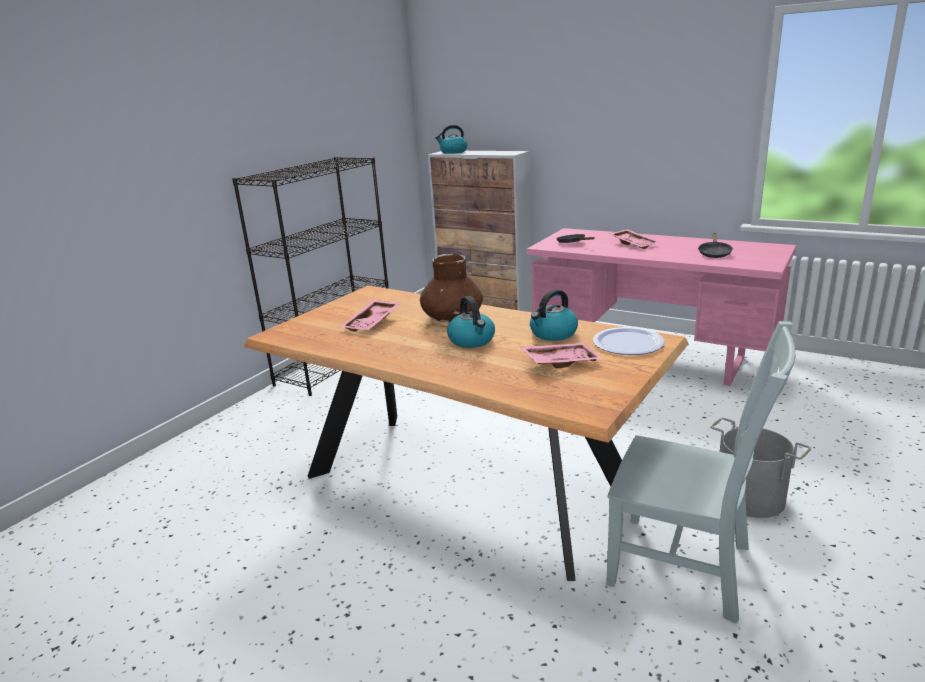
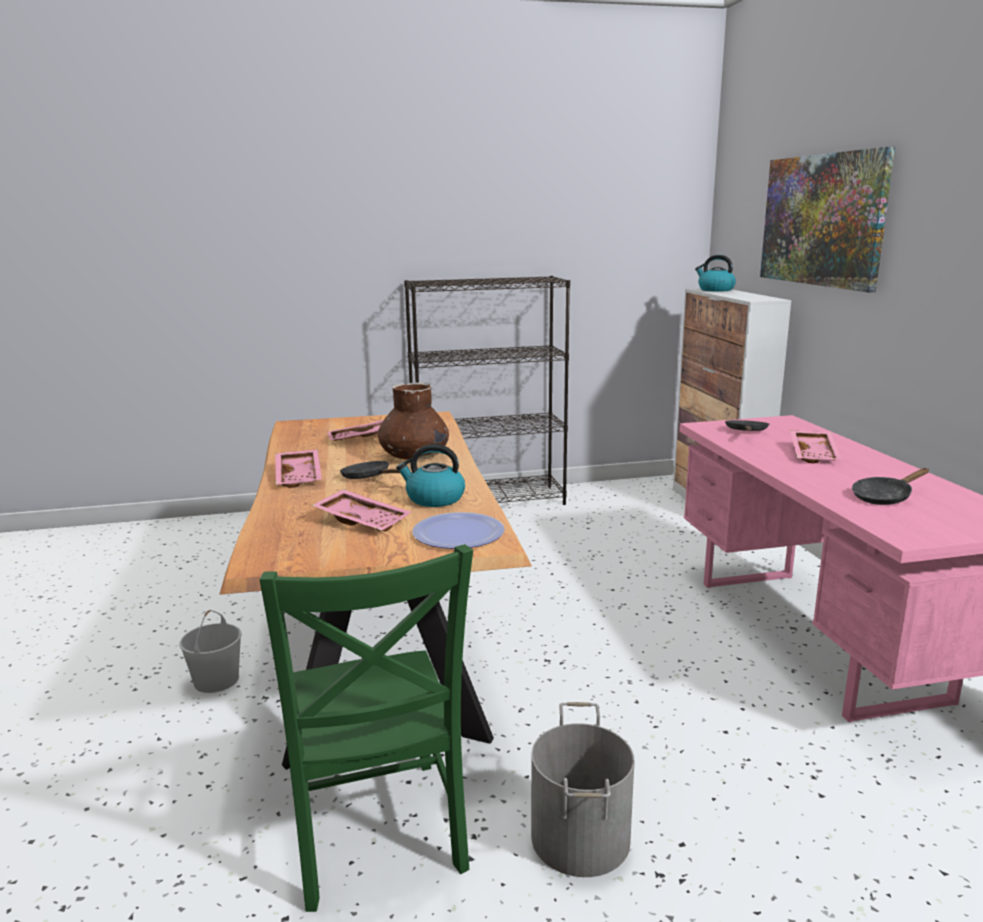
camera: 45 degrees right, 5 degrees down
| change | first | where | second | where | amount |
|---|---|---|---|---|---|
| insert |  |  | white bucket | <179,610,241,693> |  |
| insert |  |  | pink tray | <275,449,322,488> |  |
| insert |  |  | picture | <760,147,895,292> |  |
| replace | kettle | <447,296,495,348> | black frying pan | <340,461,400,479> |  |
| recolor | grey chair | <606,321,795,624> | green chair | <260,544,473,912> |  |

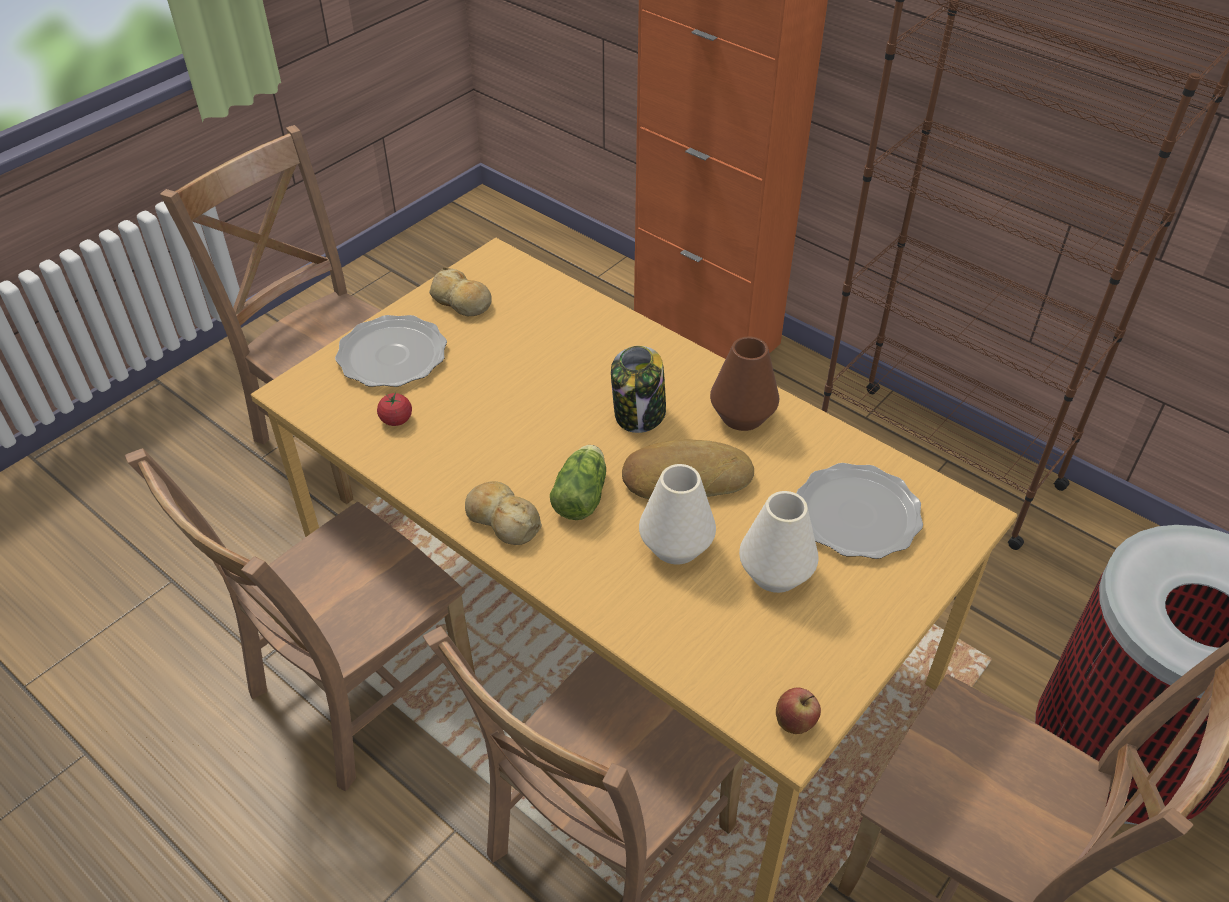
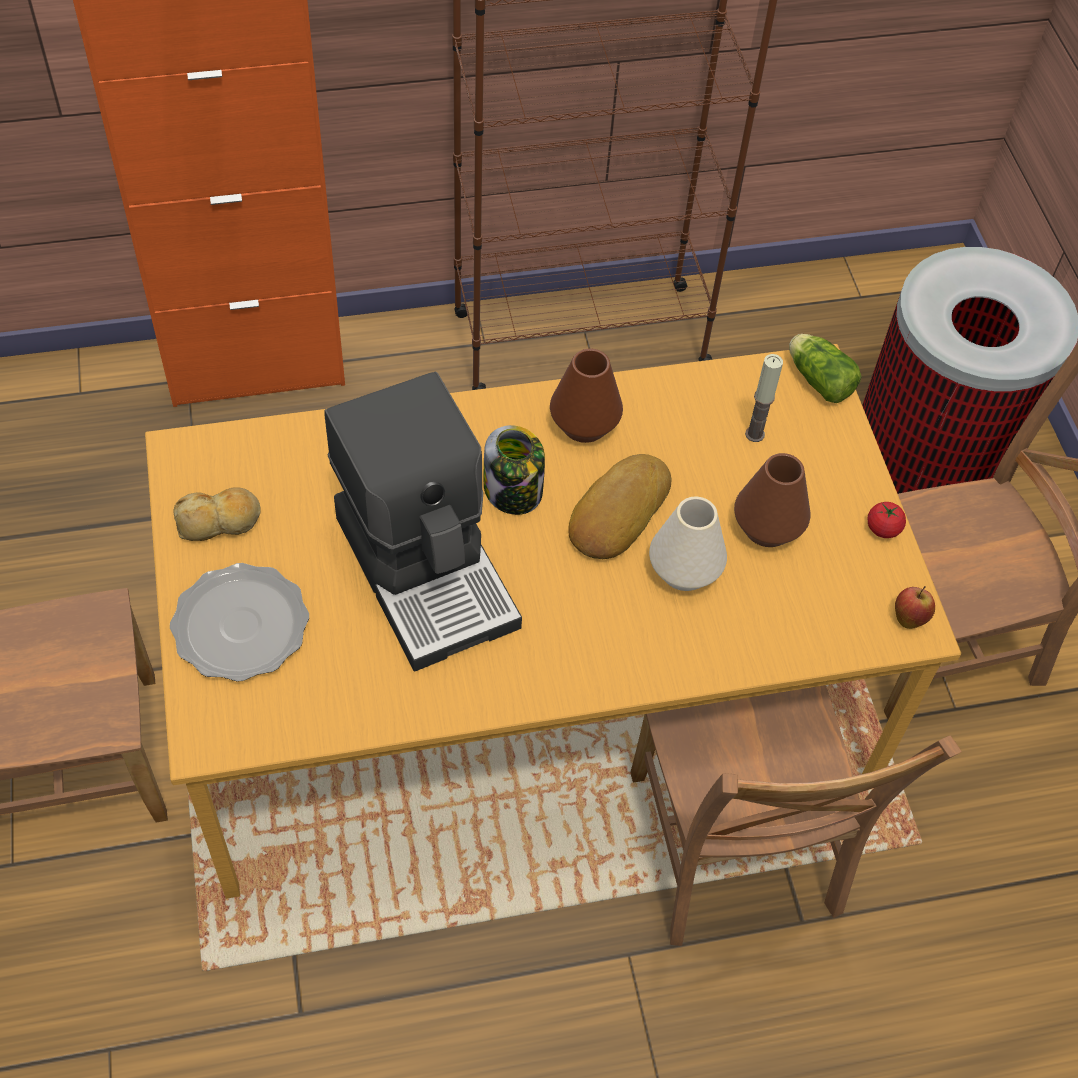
camera: 55 degrees left, 10 degrees up
| change | first | where | second | where | amount |
|---|---|---|---|---|---|
| delete | brown chair | <125,448,475,791> |  |  |  |
| delete | bread | <465,481,542,545> |  |  |  |
| insert |  |  | coffee machine | <324,371,522,672> |  |
| move | tomato | <377,393,412,426> |  | <868,502,906,538> |  |
| move | lettuce | <550,445,606,520> |  | <789,334,862,403> |  |
| replace | plate | <796,463,923,559> | candle | <745,354,783,442> |  |
| recolor | white vase | <739,491,819,593> | brown vase | <734,453,811,547> |  |

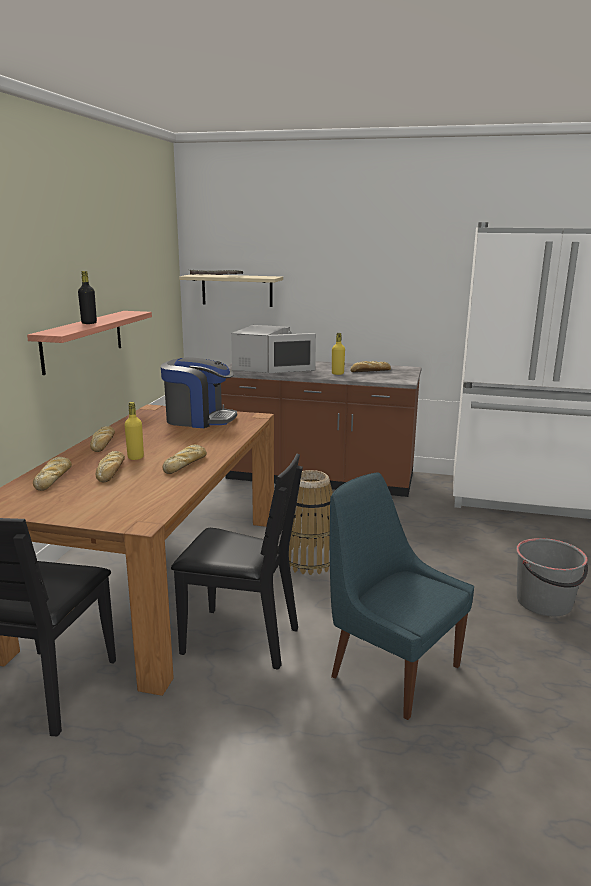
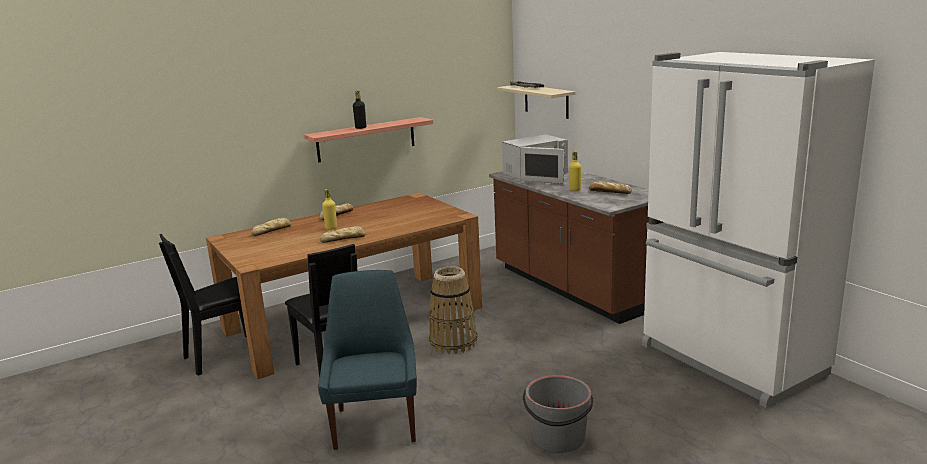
camera: 45 degrees right, 0 degrees up
| change | first | where | second | where | amount |
|---|---|---|---|---|---|
| delete | bread | <96,451,125,482> |  |  |  |
| delete | coffee machine | <161,357,237,428> |  |  |  |

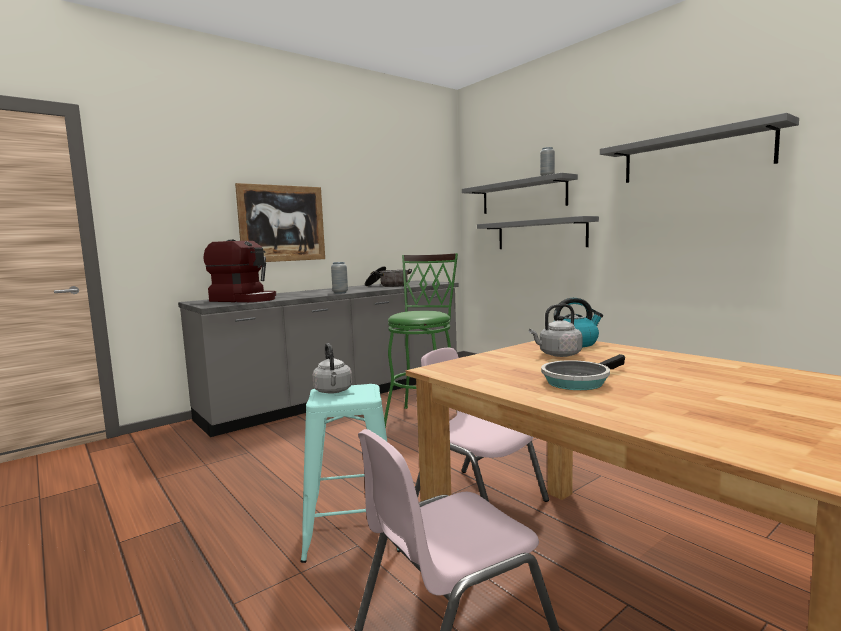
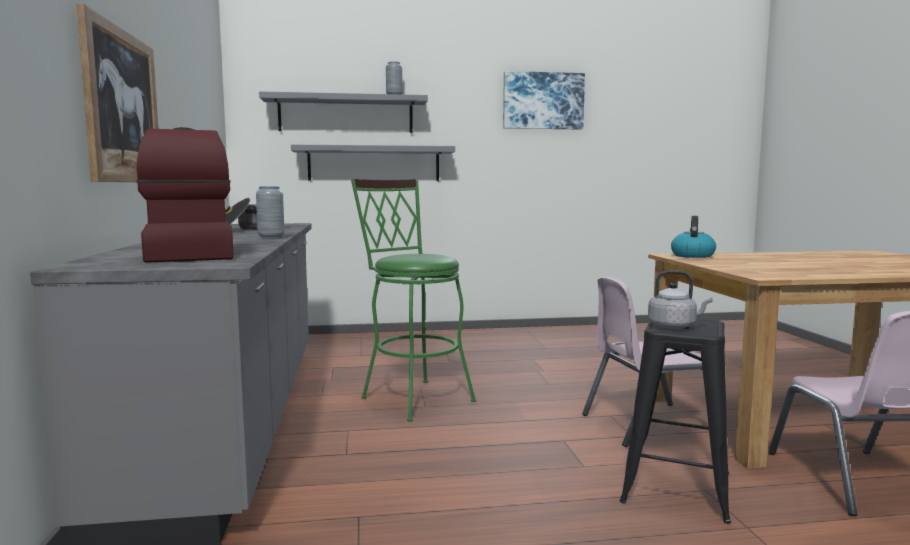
camera: 60 degrees left, 0 degrees up
| change | first | where | second | where | amount |
|---|---|---|---|---|---|
| delete | grey kettle | <529,304,582,357> |  |  |  |
| delete | frying pan | <541,354,625,390> |  |  |  |
| replace | grey shelf | <600,113,799,183> | picture | <503,71,585,129> |  |
| recolor | turquoise stool | <301,384,401,563> | black stool | <620,319,731,524> |  |
| rotate | coffee machine | <204,240,276,302> |  | <136,127,234,263> | 75 degrees counterclockwise |

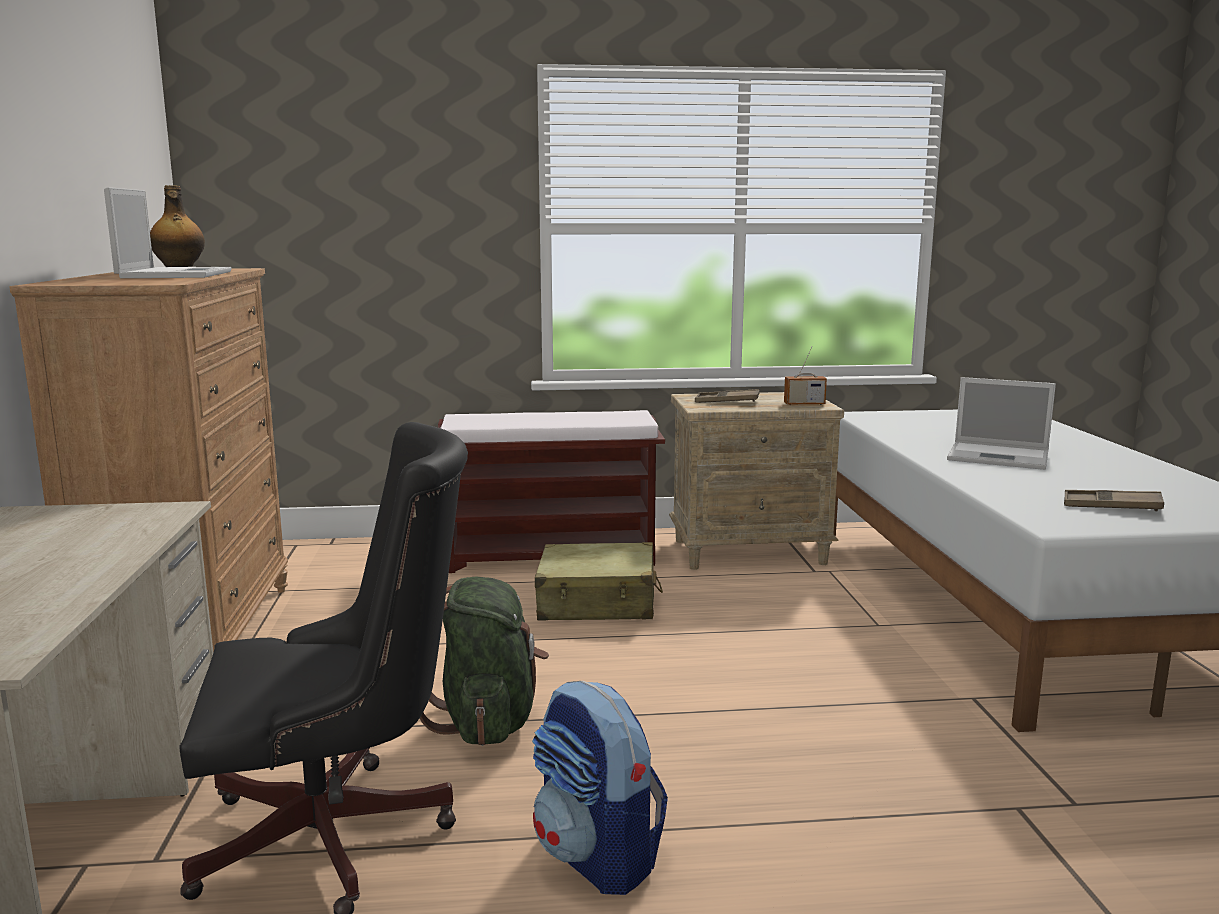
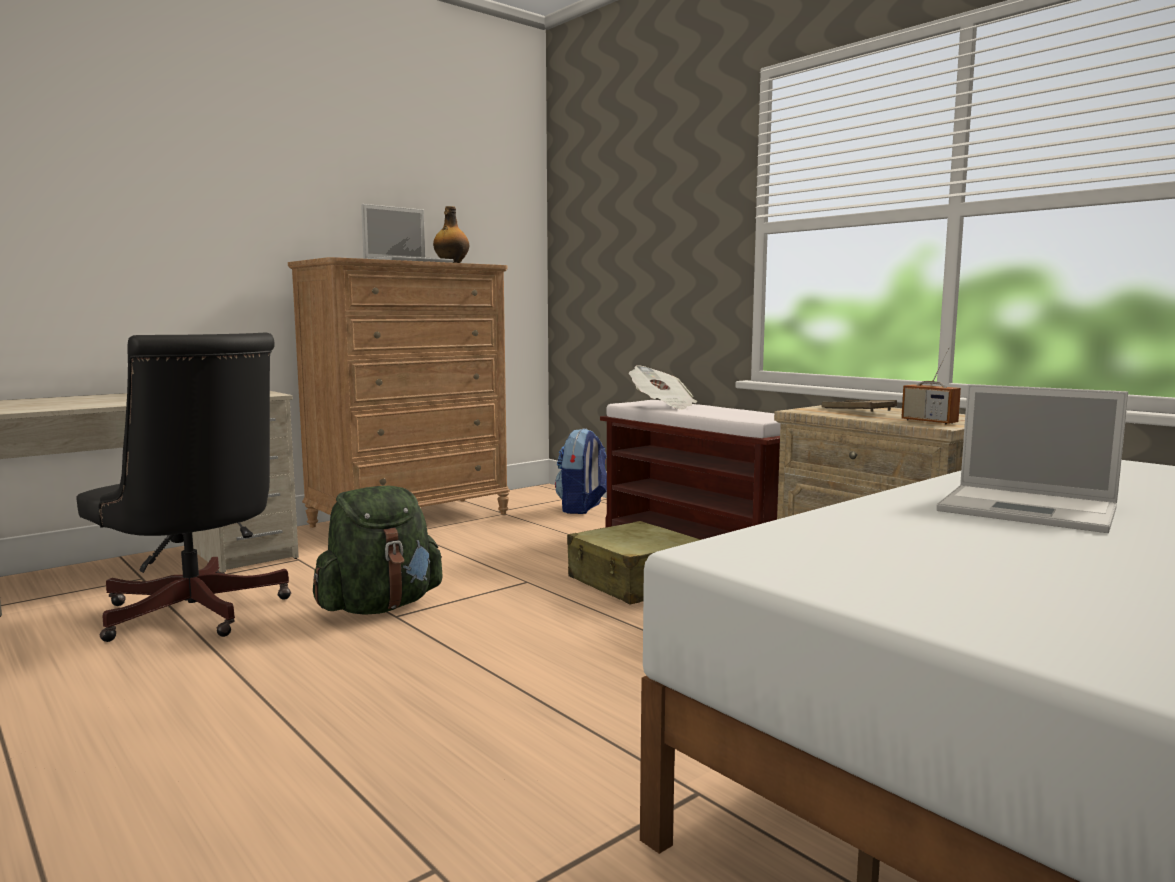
camera: 55 degrees right, 5 degrees down
| change | first | where | second | where | amount |
|---|---|---|---|---|---|
| delete | brown tray | <1064,490,1164,511> |  |  |  |
| insert |  |  | newspaper | <629,365,697,410> |  |
| move | backpack | <532,681,668,895> |  | <555,428,607,514> |  |
| rotate | laptop | <947,377,1056,470> |  | <936,384,1128,533> | 45 degrees counterclockwise |

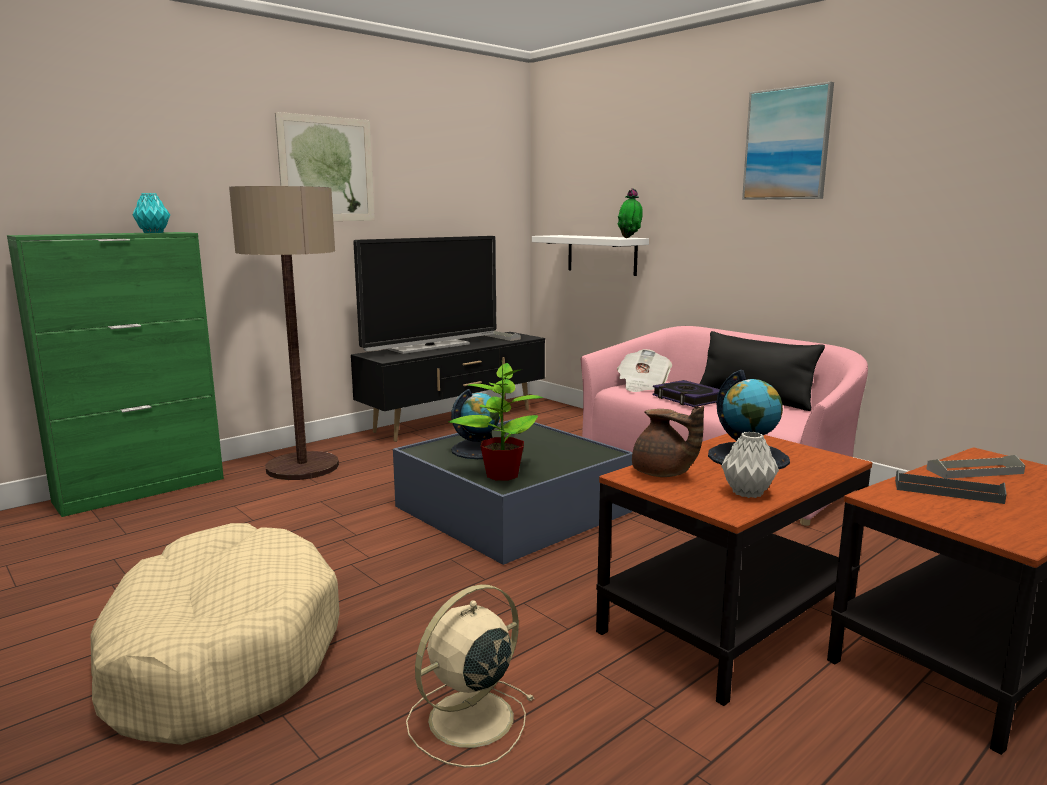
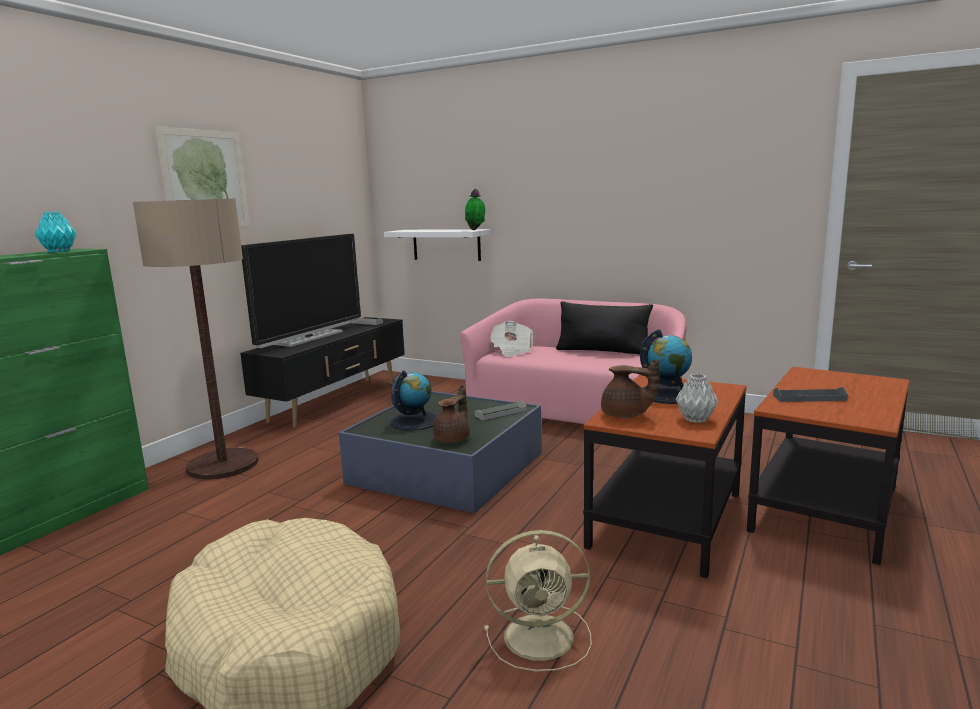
camera: 20 degrees left, 0 degrees up
| change | first | where | second | where | amount |
|---|---|---|---|---|---|
| delete | book | <652,380,720,407> |  |  |  |
| delete | picture | <742,82,834,200> |  |  |  |
| move | grey tray | <927,455,1025,479> |  | <475,400,526,420> |  |
| replace | potted plant | <449,363,543,481> | brown teapot | <433,385,470,443> |  |
| rotate | beige fan | <406,584,535,768> |  | <484,530,592,672> | 120 degrees counterclockwise |

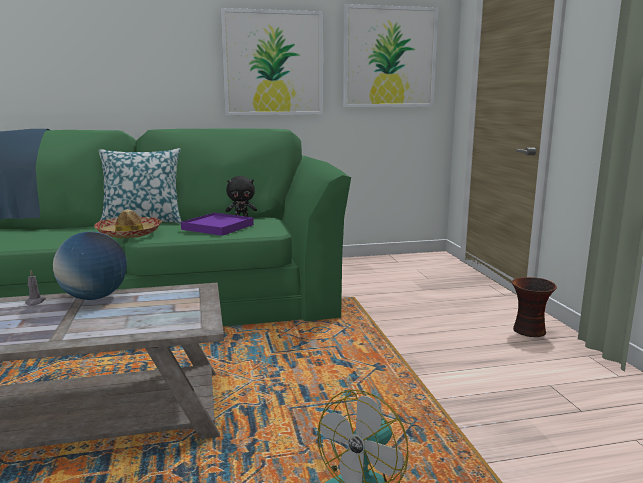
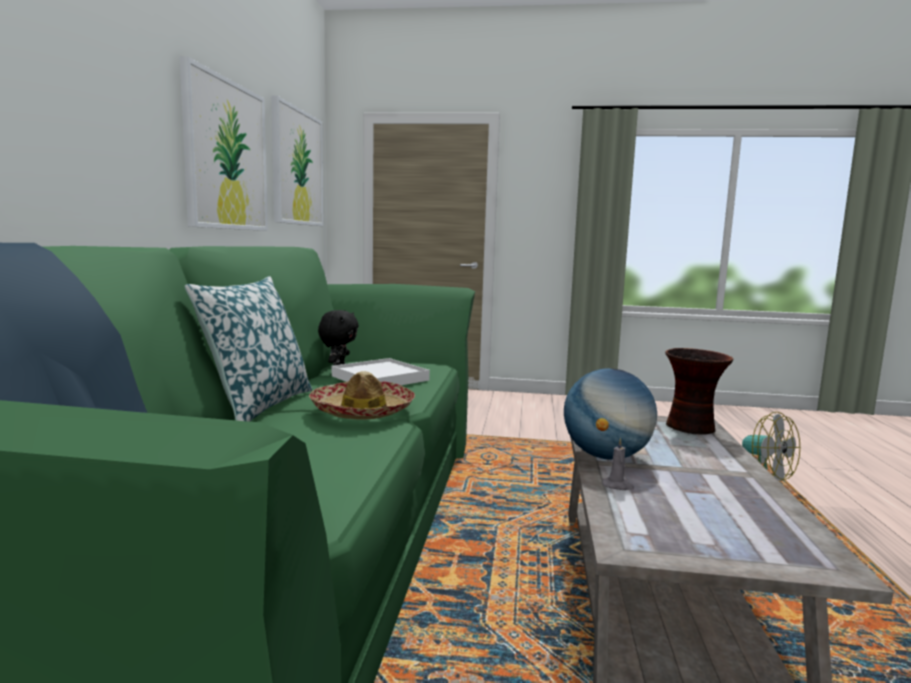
camera: 70 degrees left, 5 degrees down
| change | first | where | second | where | amount |
|---|---|---|---|---|---|
| move | vase | <512,277,557,337> |  | <665,348,734,435> |  |
| recolor | purple tray | <181,213,254,236> | white tray | <332,358,430,385> |  |

